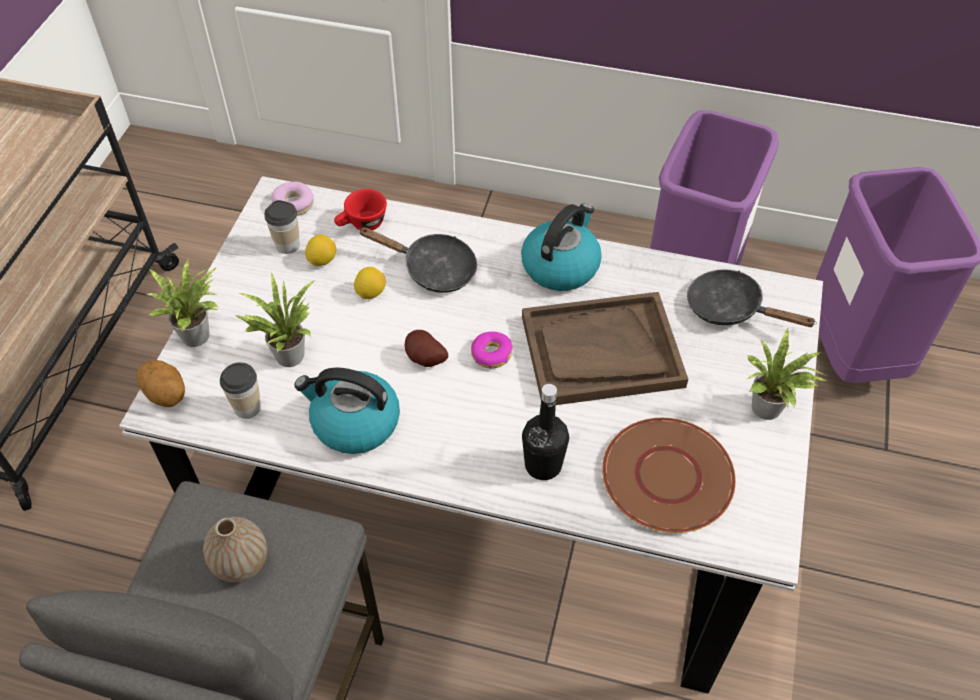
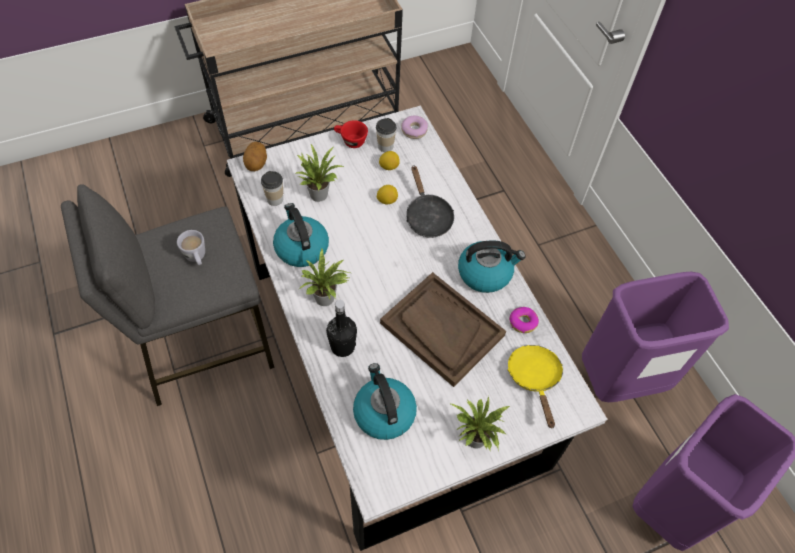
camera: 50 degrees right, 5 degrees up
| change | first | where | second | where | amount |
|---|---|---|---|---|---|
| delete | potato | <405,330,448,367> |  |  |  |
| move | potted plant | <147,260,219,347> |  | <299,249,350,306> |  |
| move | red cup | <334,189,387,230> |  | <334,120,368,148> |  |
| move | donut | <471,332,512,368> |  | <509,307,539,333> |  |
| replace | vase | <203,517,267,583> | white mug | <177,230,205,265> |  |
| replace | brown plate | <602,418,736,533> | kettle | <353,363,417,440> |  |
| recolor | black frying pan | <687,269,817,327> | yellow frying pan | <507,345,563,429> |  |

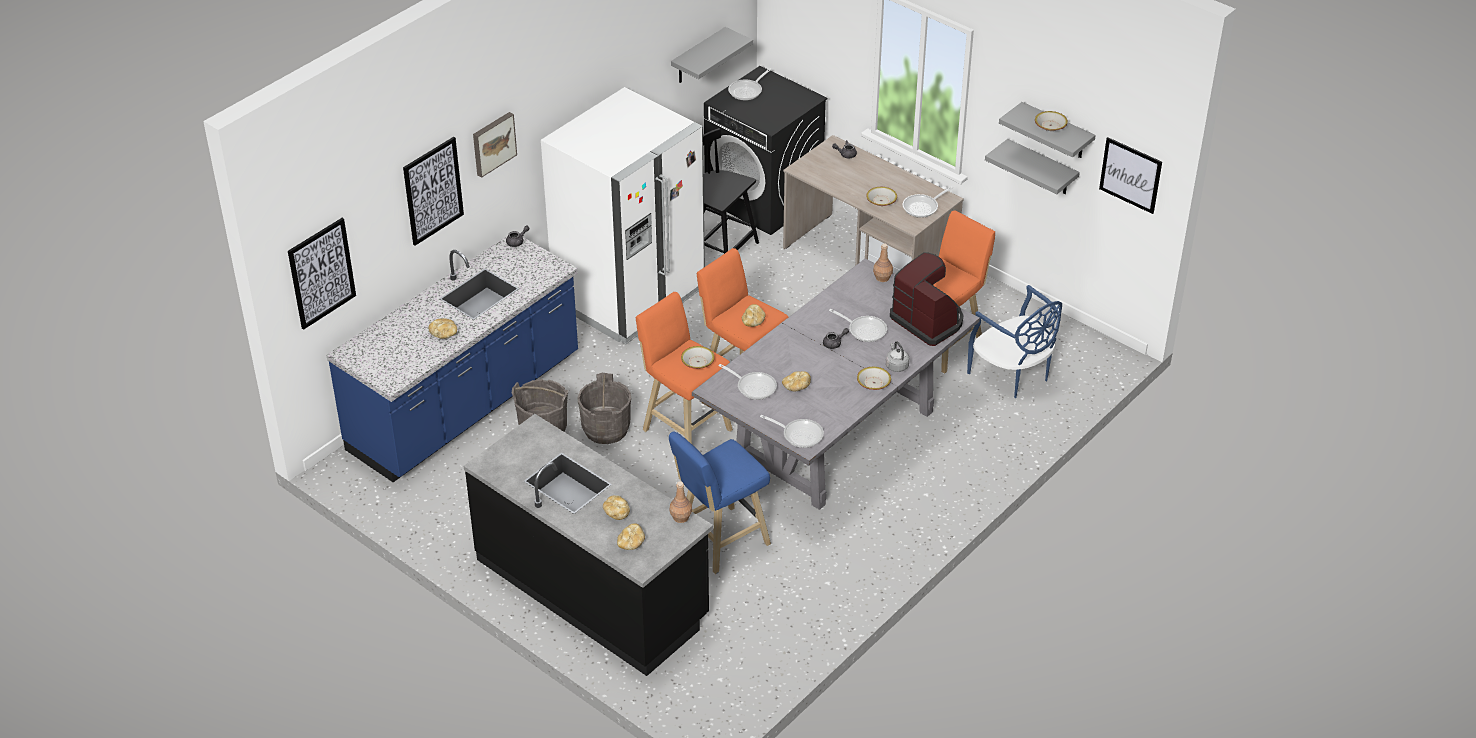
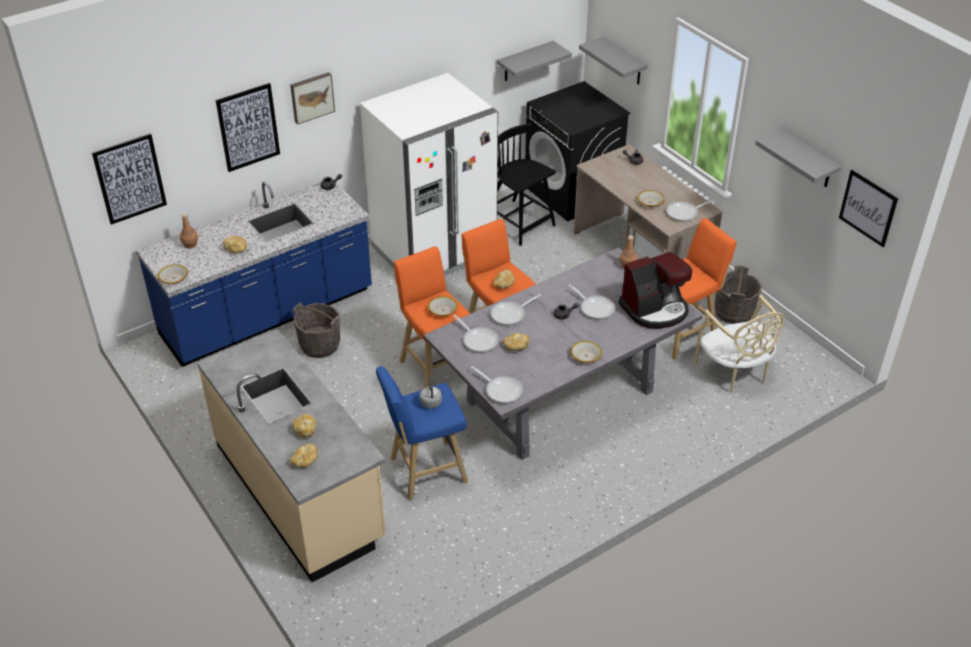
camera: 15 degrees right, 0 degrees up
| change | first | where | second | where | amount |
|---|---|---|---|---|---|
| move | grey bucket | <577,373,631,444> |  | <715,265,762,324> |  |
| move | brown bottle | <670,481,692,523> |  | <180,213,198,249> |  |
| move | frying pan | <728,69,771,100> |  | <490,294,541,325> |  |
| move | grey kettle | <886,341,909,372> |  | <419,379,442,409> |  |
| move | grey shelf | <985,139,1080,194> |  | <579,36,648,85> |  |
| move | bowl | <1035,111,1068,131> |  | <158,264,188,284> |  |
| recolor | black counter | <464,414,713,676> | beige counter | <197,329,386,582> |  |
| recolor | blue chair | <967,285,1062,398> | beige chair | <695,295,784,393> |  |
| rotate | coffee machine | <890,252,963,346> |  | <619,252,692,328> | 90 degrees clockwise |

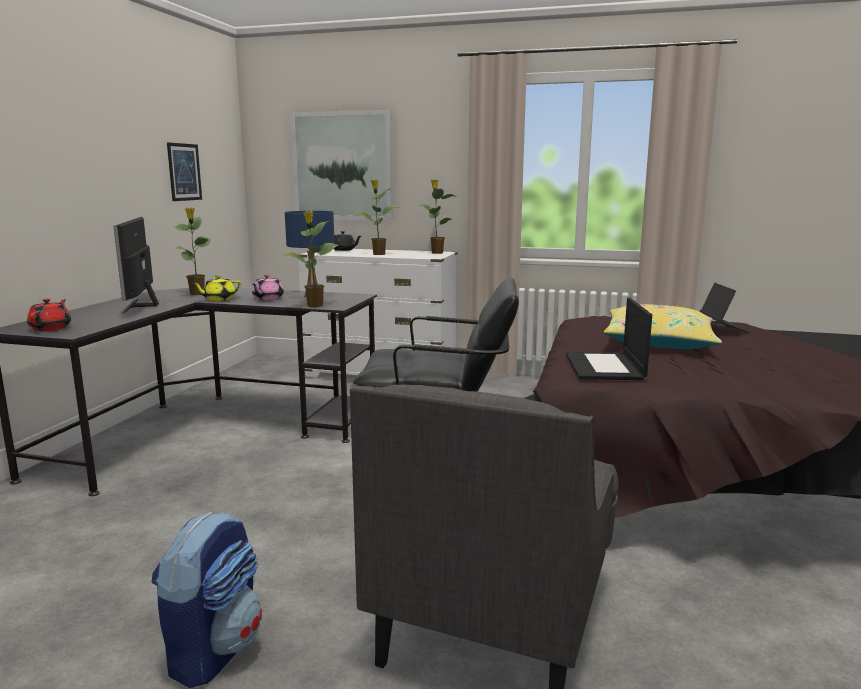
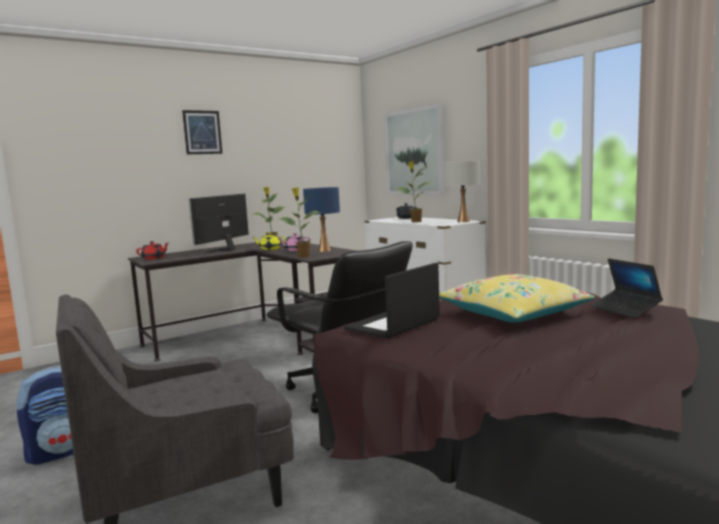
camera: 40 degrees right, 5 degrees down
| change | first | where | second | where | amount |
|---|---|---|---|---|---|
| move | picture | <167,142,202,201> |  | <182,110,222,154> |  |
| replace | potted plant | <419,179,457,254> | white table lamp | <445,160,480,222> |  |
| rotate | laptop | <700,283,750,333> |  | <591,258,663,318> | 120 degrees clockwise |

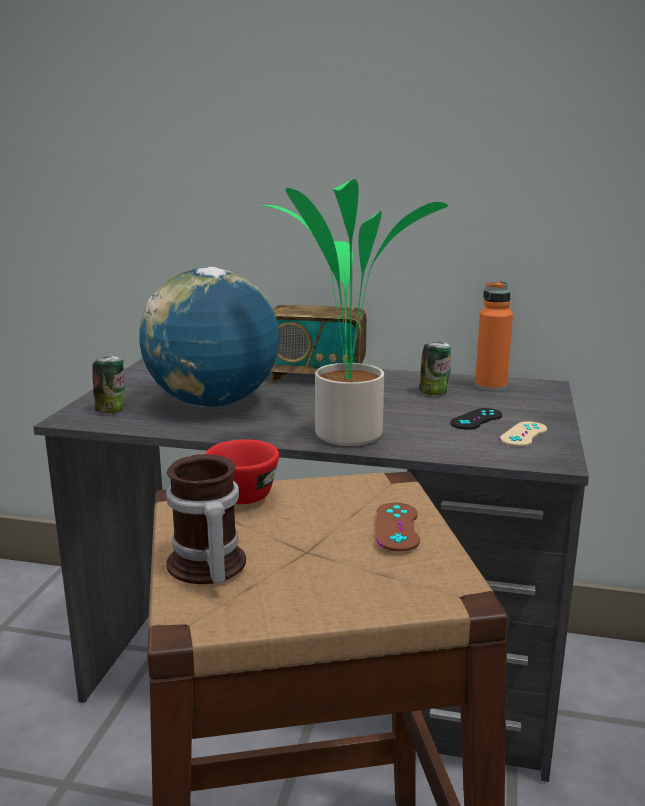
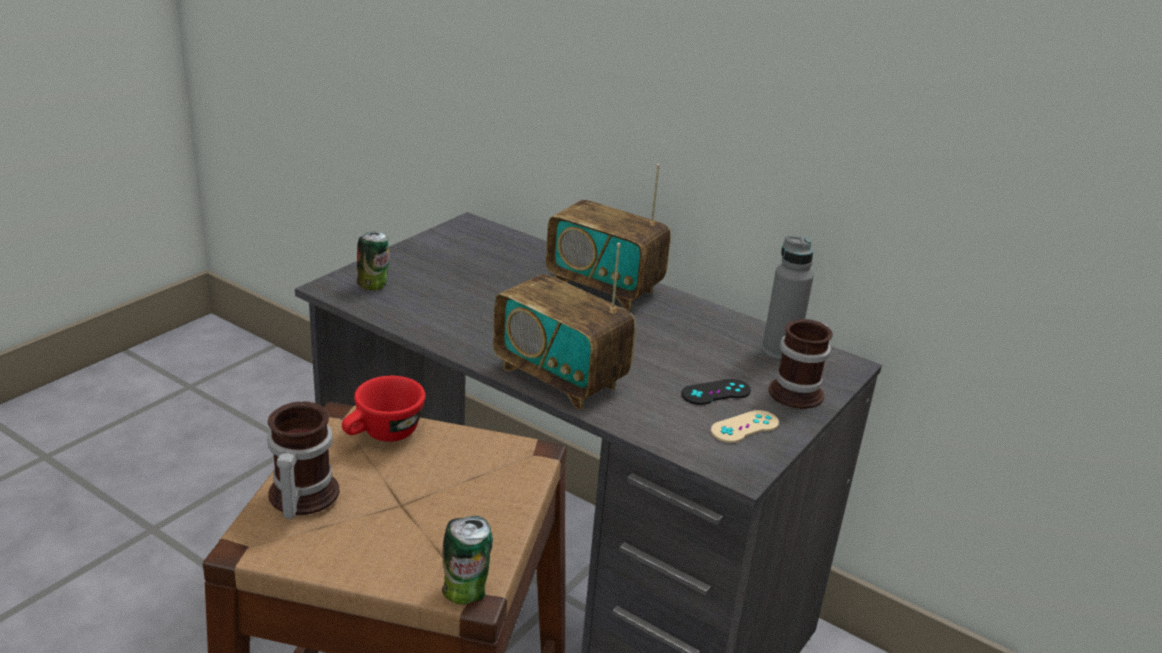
camera: 20 degrees right, 10 degrees up
| change | first | where | second | where | amount |
|---|---|---|---|---|---|
| delete | globe | <139,267,279,407> |  |  |  |
| delete | brown game controller | <376,503,420,552> |  |  |  |
| insert |  |  | mug | <769,319,833,409> |  |
| move | can | <419,342,451,395> |  | <442,516,493,605> |  |
| replace | potted plant | <259,179,448,446> | radio | <493,243,636,410> |  |
| recolor | orange bottle | <475,281,513,392> | grey bottle | <762,236,814,359> |  |

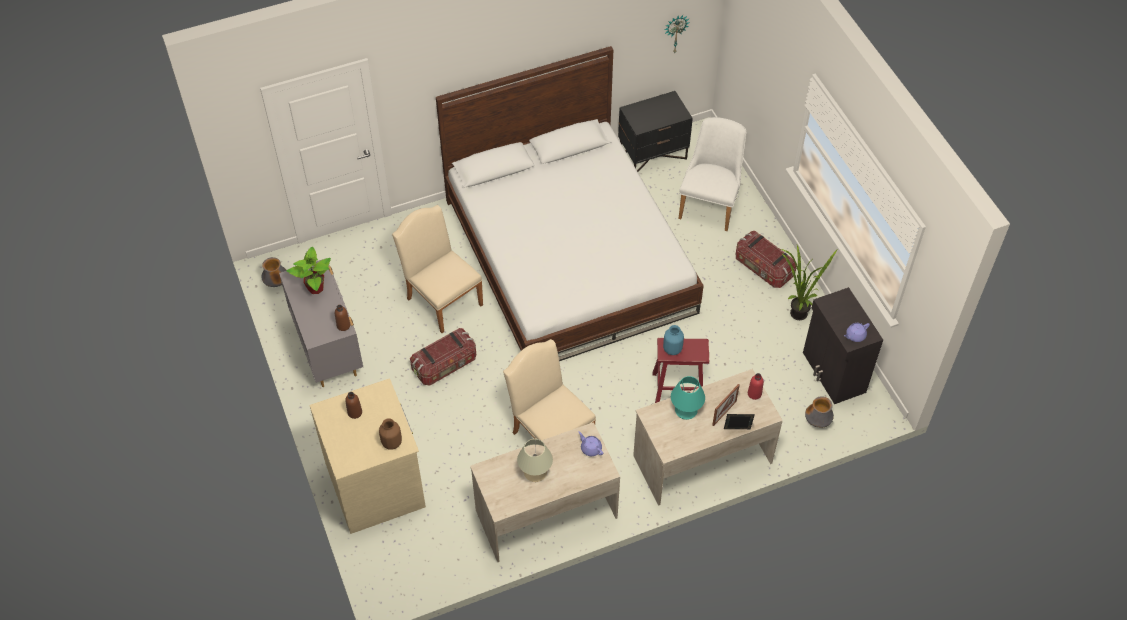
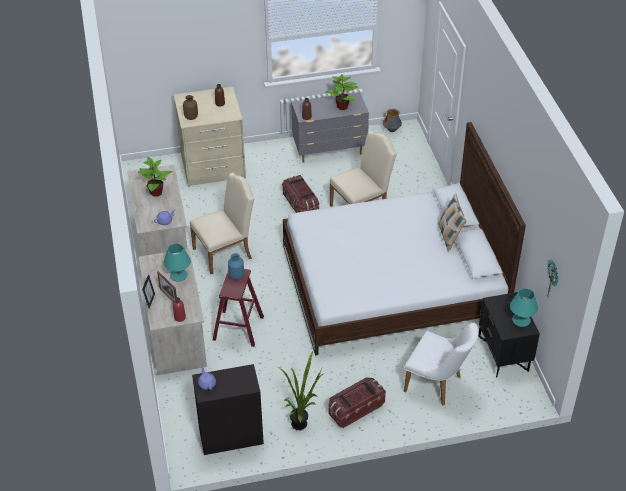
camera: 100 degrees right, 10 degrees down
| change | first | where | second | where | amount |
|---|---|---|---|---|---|
| delete | vase | <805,396,834,428> |  |  |  |
| insert |  |  | pillow | <438,193,467,252> |  |
| insert |  |  | turquoise table lamp | <510,288,538,327> |  |
| replace | beige table lamp | <517,439,553,482> | potted plant | <137,157,173,197> |  |

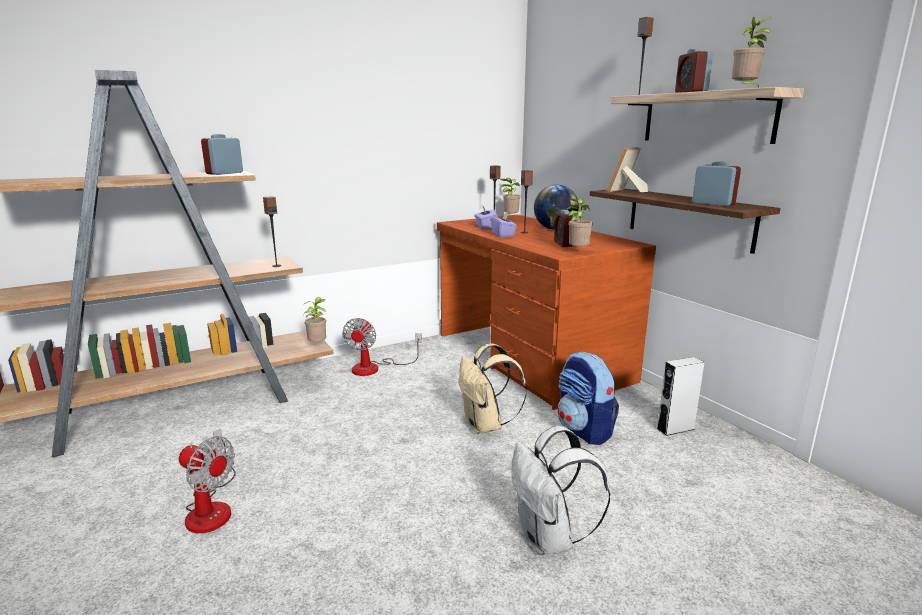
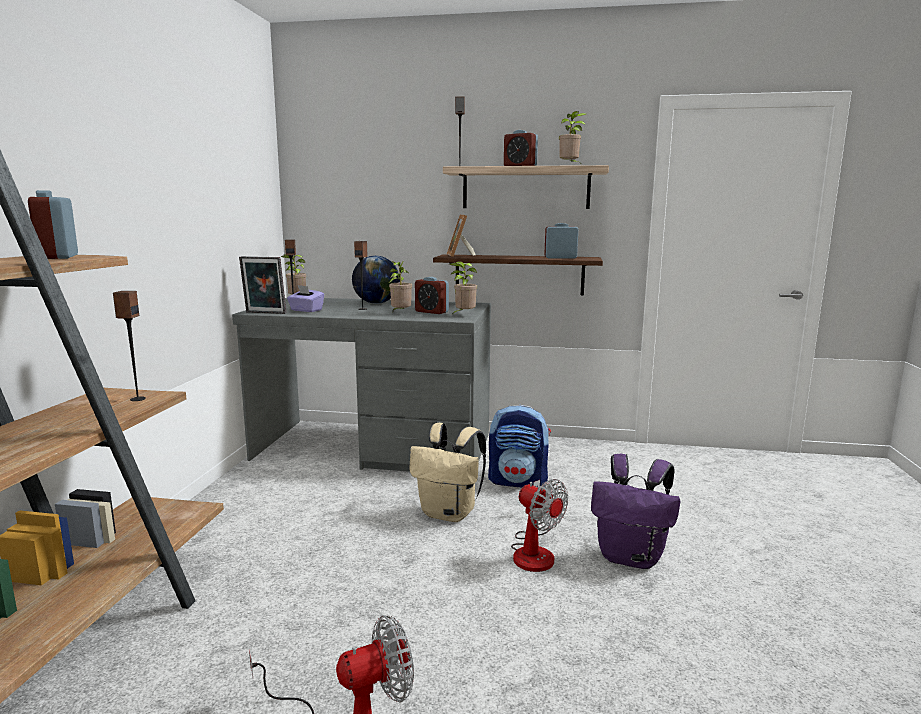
camera: 50 degrees left, 5 degrees down
| change | first | where | second | where | amount |
|---|---|---|---|---|---|
| delete | purple tissue box | <491,211,517,237> |  |  |  |
| delete | grey speaker | <657,357,704,436> |  |  |  |
| insert |  |  | picture frame | <239,256,286,314> |  |
| move | potted plant | <303,297,326,342> |  | <389,261,412,311> |  |
| move | fan | <342,318,422,376> |  | <511,479,569,572> |  |
| recolor | brown desk | <437,215,656,410> | grey desk | <232,298,491,472> |  |
| recolor | white backpack | <511,426,610,555> | purple backpack | <591,454,680,569> |  |

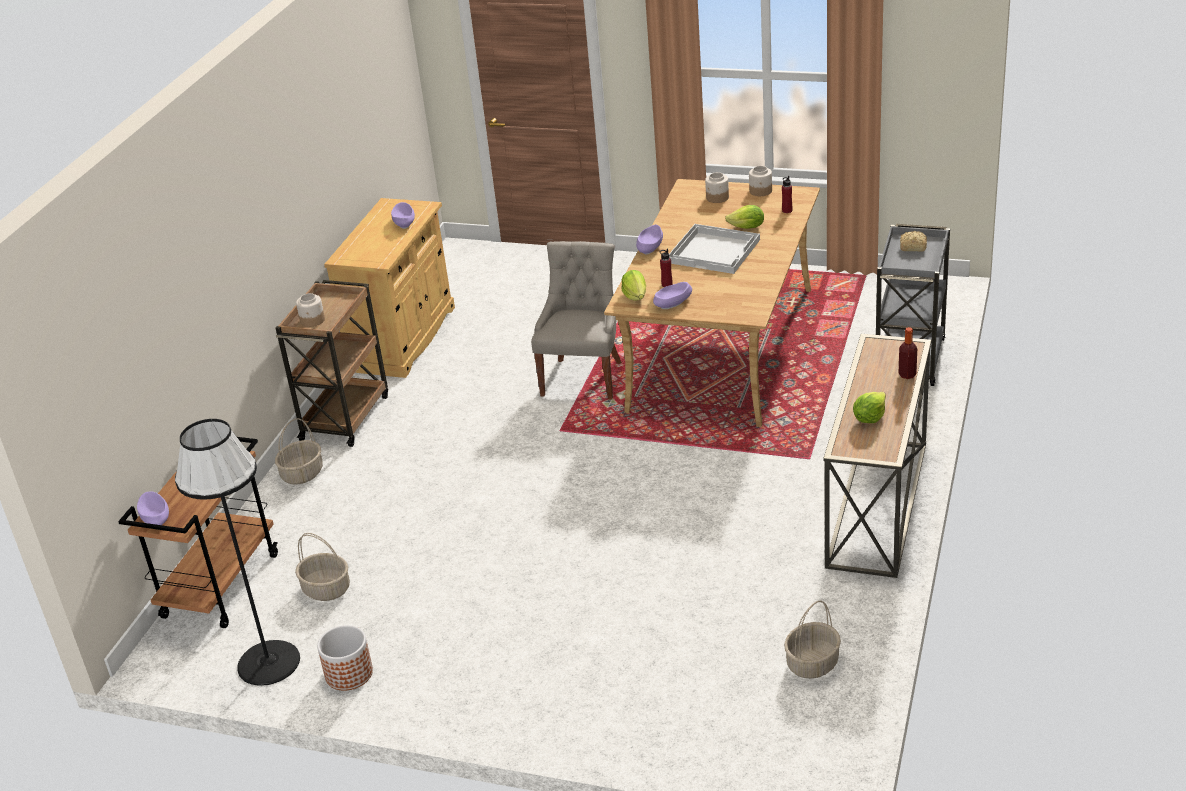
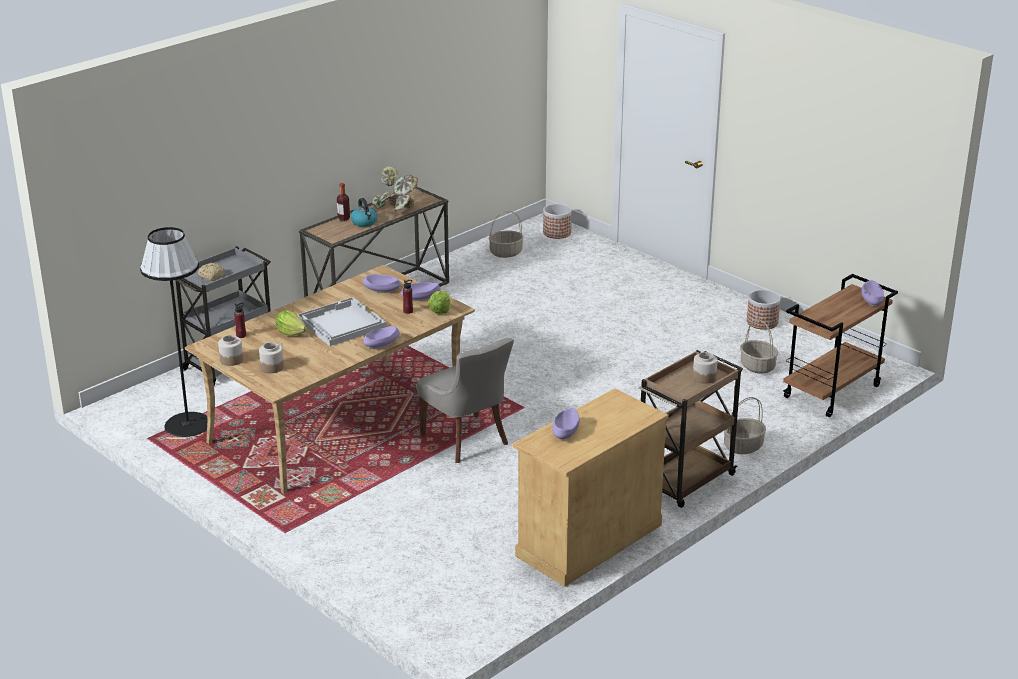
camera: 155 degrees left, 5 degrees down
| change | first | where | second | where | amount |
|---|---|---|---|---|---|
| insert |  |  | kettle | <351,198,377,227> |  |
| insert |  |  | purple bowl | <363,274,401,293> |  |
| insert |  |  | planter | <543,204,572,239> |  |
| move | black floor lamp | <175,419,300,686> |  | <140,227,207,437> |  |
| replace | lettuce | <853,392,886,423> | potted plant | <372,166,418,211> |  |
| rotate | grey chair | <531,241,622,399> |  | <417,338,514,463> | 75 degrees counterclockwise |

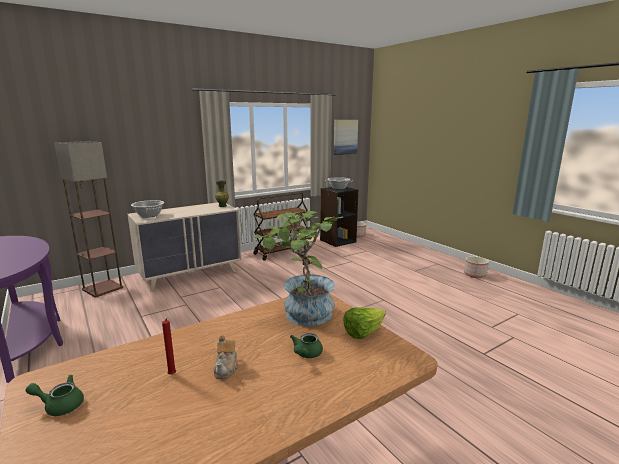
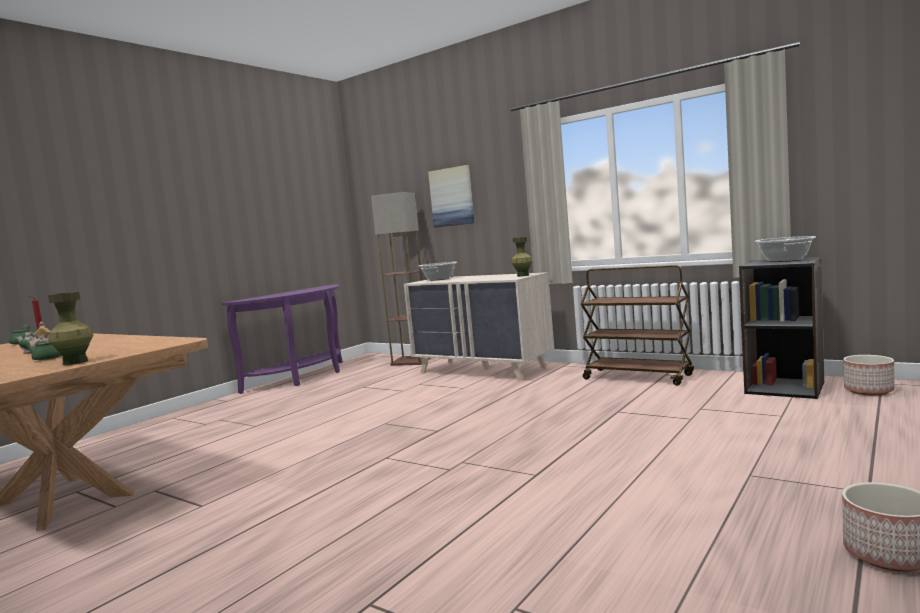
camera: 70 degrees right, 10 degrees down
| change | first | where | second | where | amount |
|---|---|---|---|---|---|
| delete | potted plant | <254,211,343,326> |  |  |  |
| move | picture | <334,120,358,155> |  | <428,165,474,227> |  |
| replace | lettuce | <343,307,386,339> | green vase | <48,291,93,365> |  |

